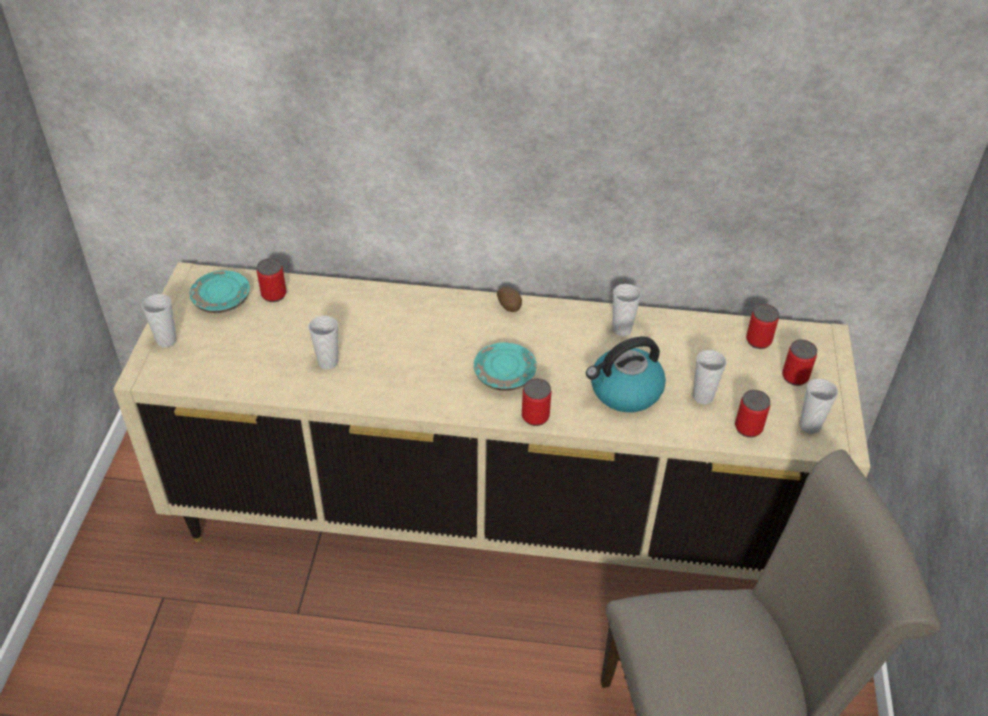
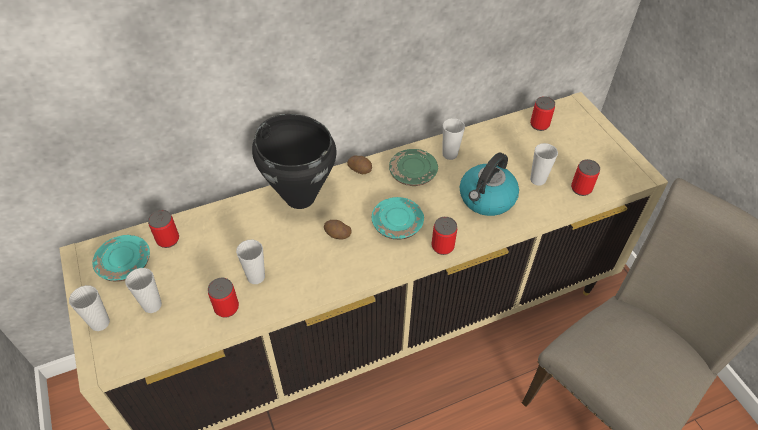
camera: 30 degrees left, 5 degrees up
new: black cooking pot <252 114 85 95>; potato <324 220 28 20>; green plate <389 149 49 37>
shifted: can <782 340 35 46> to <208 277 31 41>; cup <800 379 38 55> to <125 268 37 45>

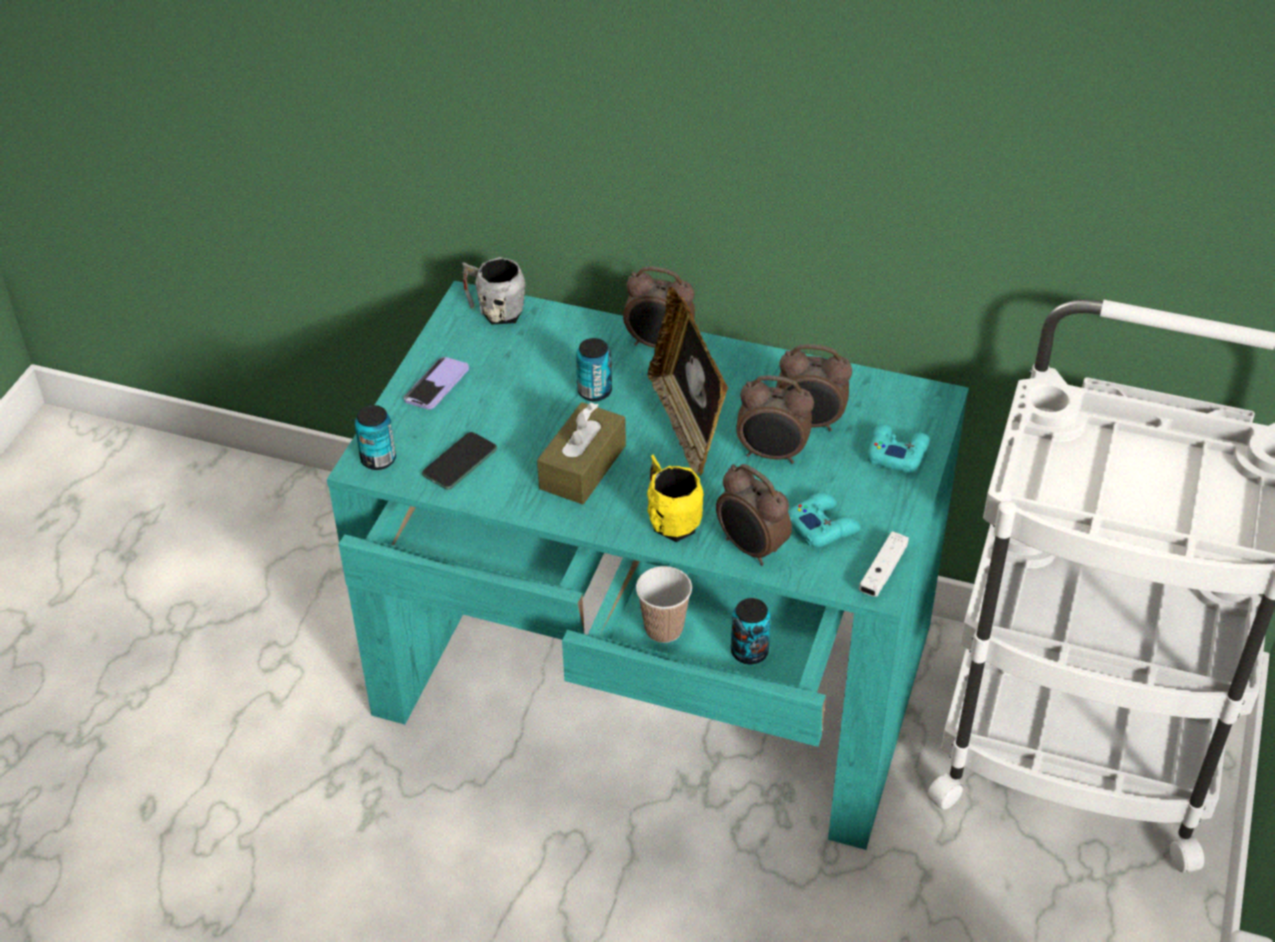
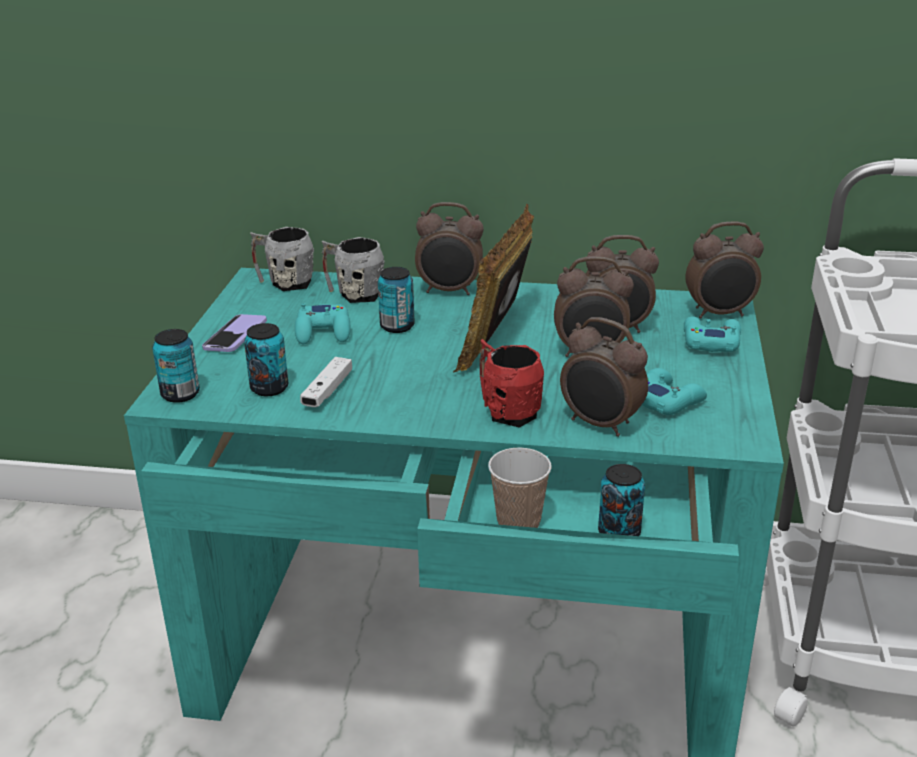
camera: 10 degrees left, 15 degrees down
gone: brown tissue box <537 402 89 102>
new: turquoise game controller <295 303 55 41>; grey mug <322 237 63 66>; alarm clock <685 222 79 97>
shifted: white game controller <859 531 50 66> to <300 357 52 50>
swapped: phone <422 432 75 58> to can <244 323 44 73>
repainted: yellow mug <647 455 57 87> to red mug <480 339 64 89>
rotated: picture frame <647 287 81 189> = <453 203 81 170> 45 degrees clockwise

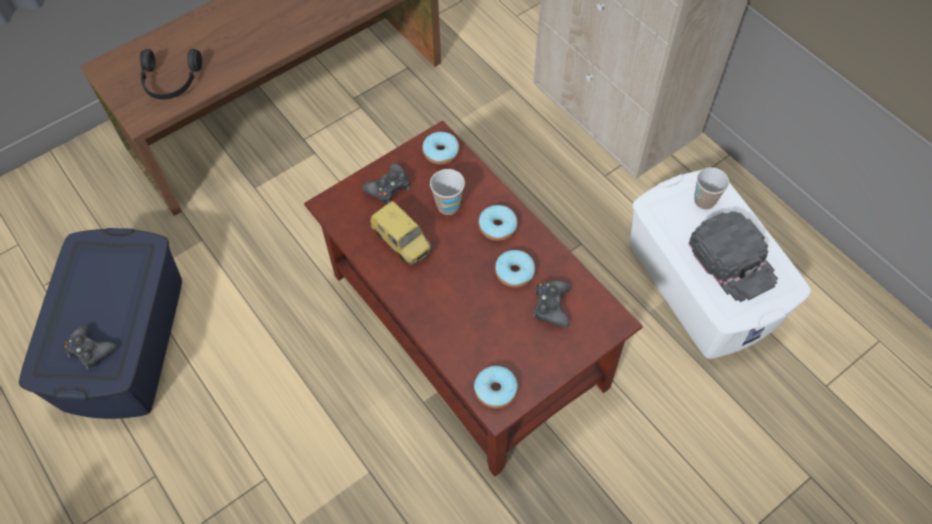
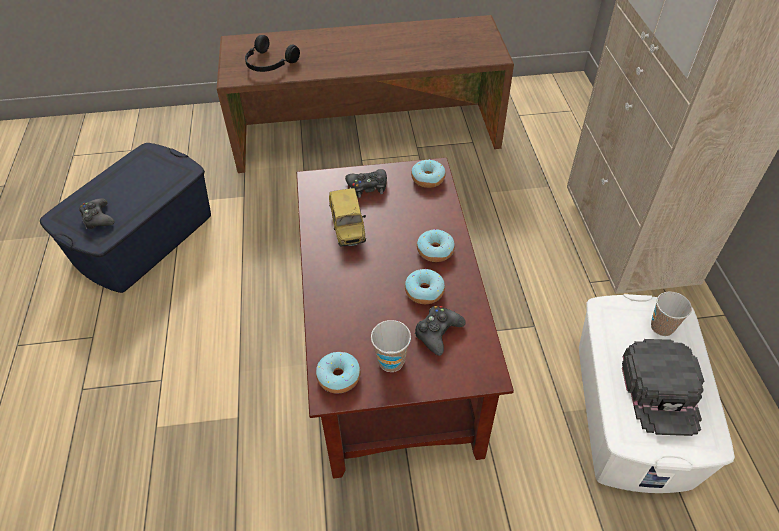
camera: 30 degrees right, 10 degrees down
shifted: cup <430 169 35 46> to <371 320 40 52>

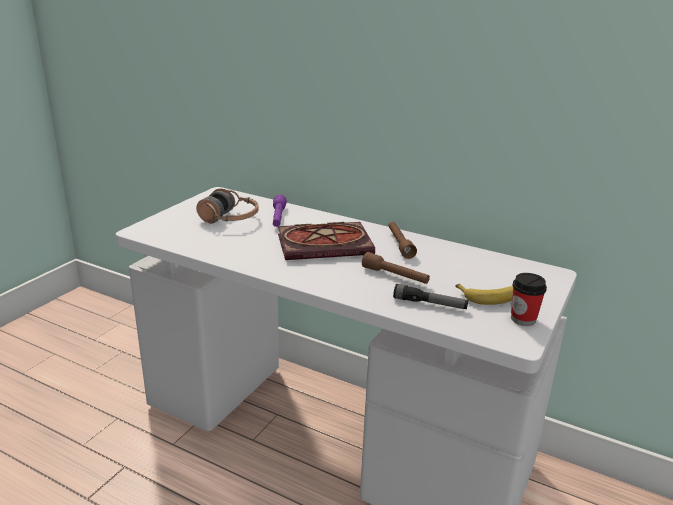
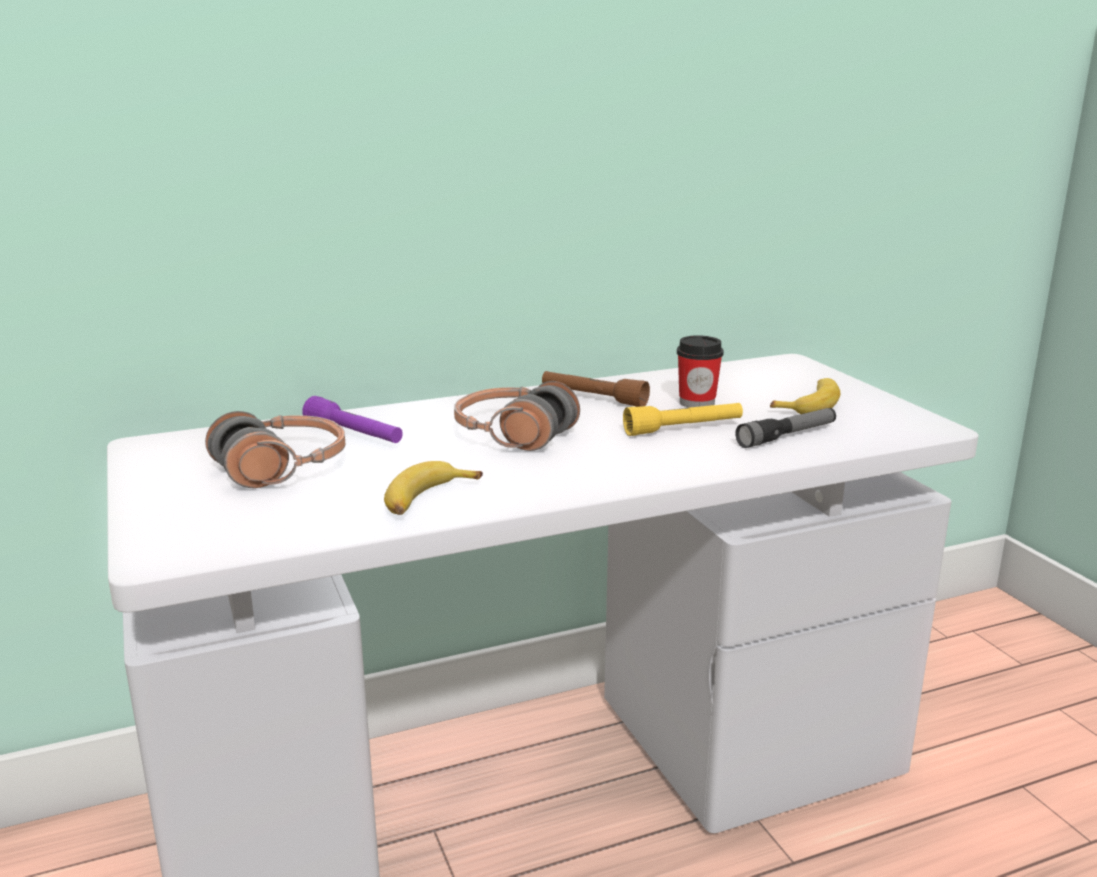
camera: 50 degrees left, 5 degrees down
new: banana <384 461 99 54>
shifted: cup <511 273 36 53> to <677 335 47 73>
swapped: book <278 222 97 38> to headphones <454 381 126 70>
repainted: brown flashlight <362 252 68 32> to yellow flashlight <623 403 120 33>

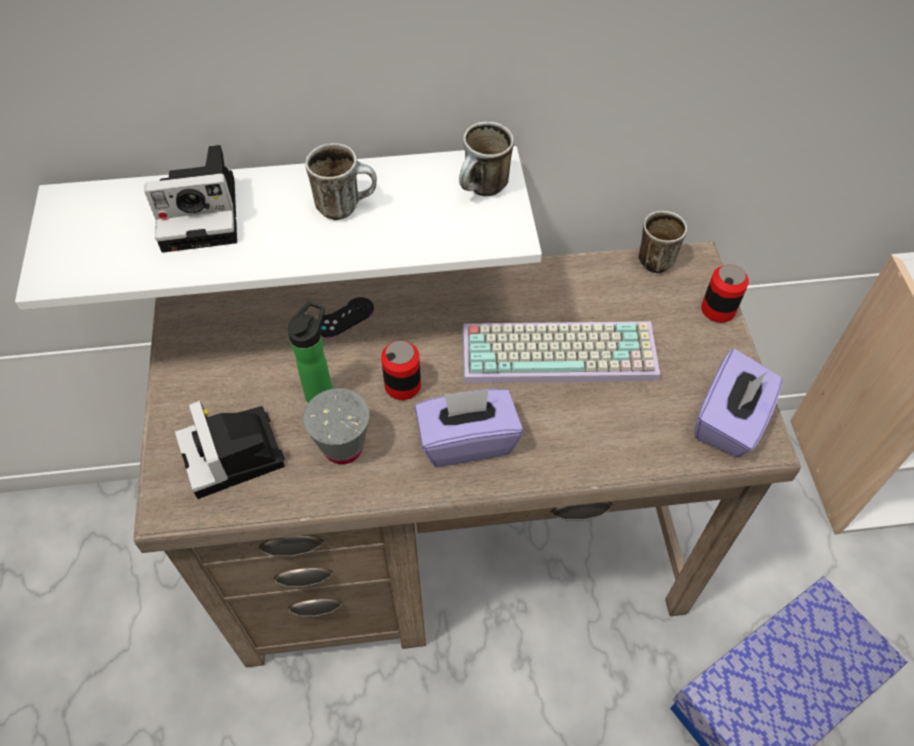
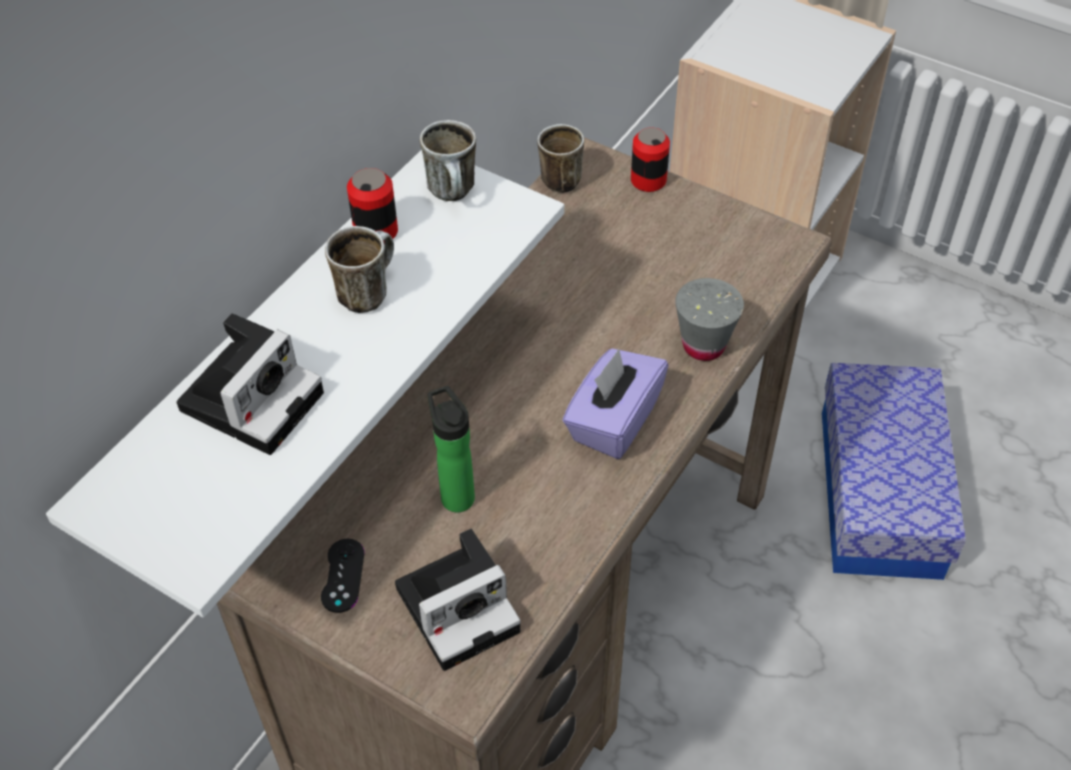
camera: 50 degrees left, 5 degrees down
gone: keyboard <462 321 198 62>; purple tissue box <694 349 89 108>
shifted: grey cup <303 388 67 76> to <675 278 69 83>; black game controller <320 297 54 40> to <321 539 43 74>; can <381 341 40 59> to <347 168 51 77>
rotated: photo camera <175 400 110 99> = <395 529 126 142> 45 degrees counterclockwise

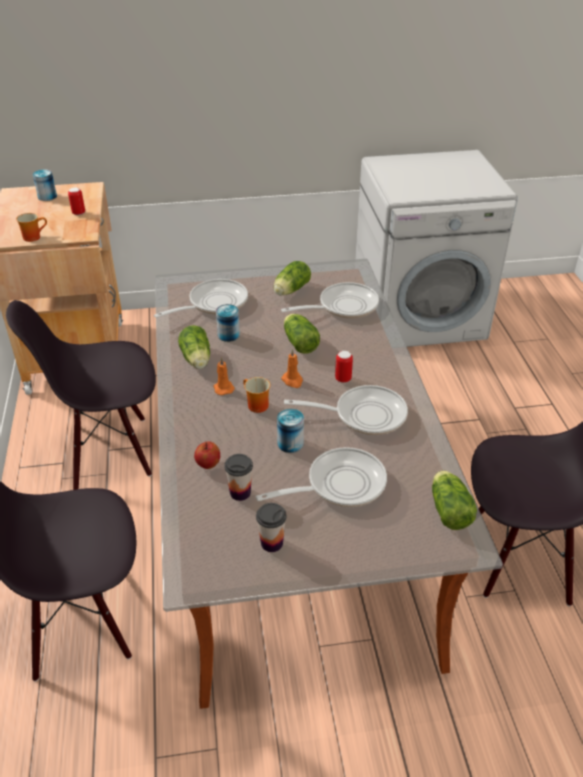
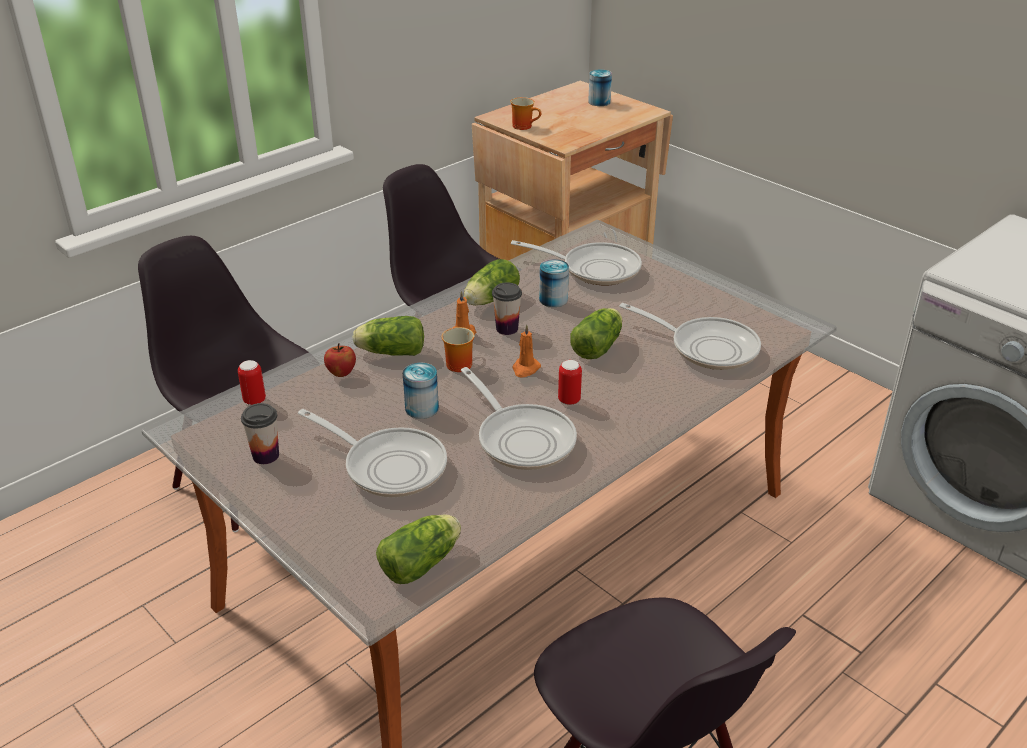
camera: 55 degrees right, 5 degrees down
shifted: can <68 188 17 27> to <238 360 28 45>; cup <224 454 29 47> to <492 282 30 53>; lettuce <273 261 38 35> to <352 316 72 40>

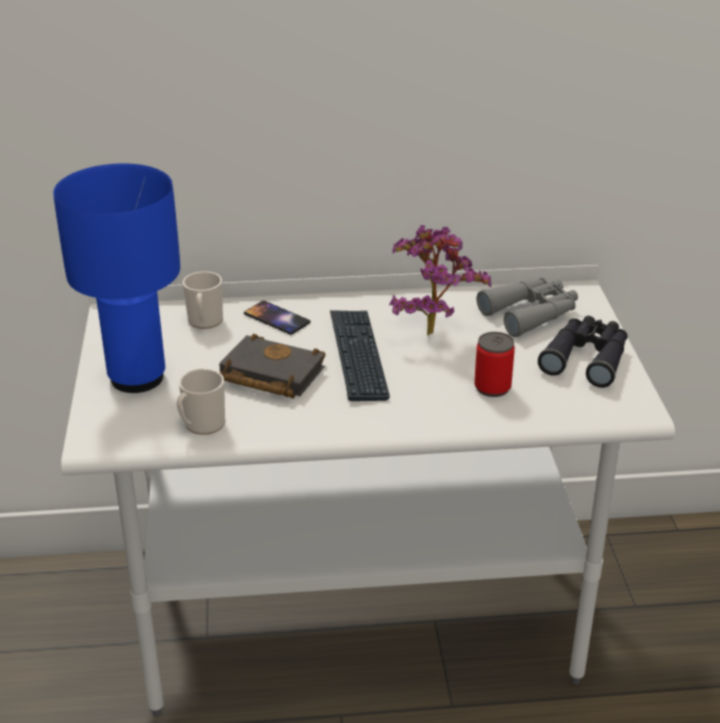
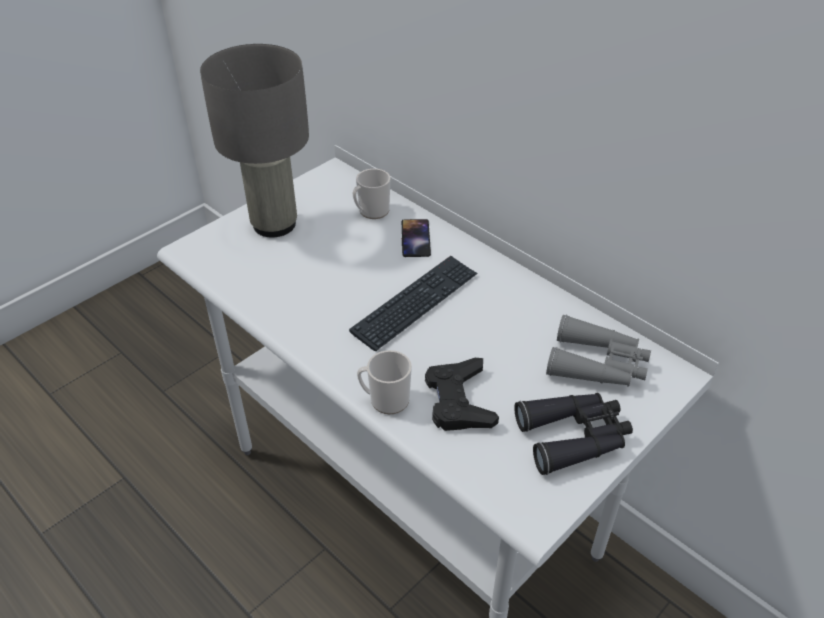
camera: 50 degrees right, 10 degrees up
gone: black book <219 334 106 64>; potted plant <389 225 103 110>
shifted: mug <177 369 48 66> to <357 350 55 64>
swapped: can <474 332 41 65> to black game controller <425 358 74 73>
repainted: blue table lamp <53 163 127 230> to grey table lamp <200 44 109 194>

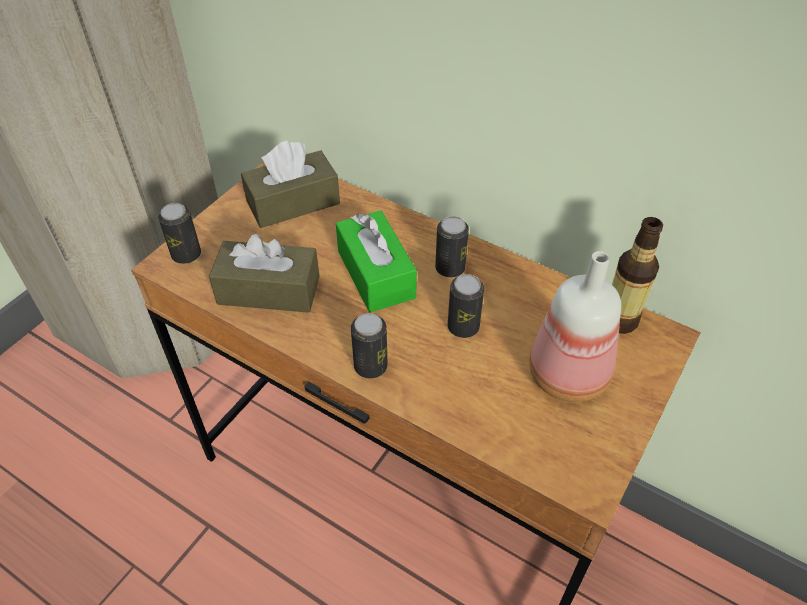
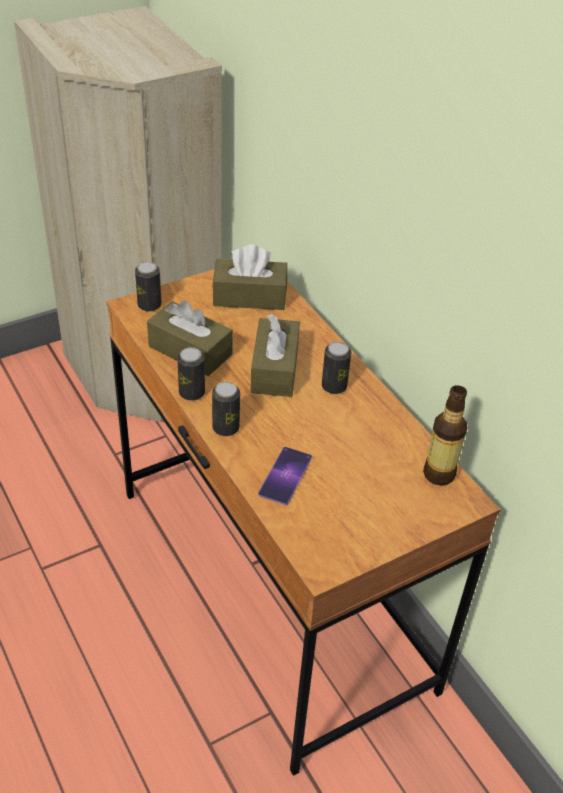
camera: 25 degrees right, 5 degrees down
gone: bottle <529 251 92 151>
new: phone <258 447 54 58>
shifted: can <448 274 36 64> to <177 347 28 54>
repainted: green tissue box <336 210 81 103> to brown tissue box <250 314 50 83>

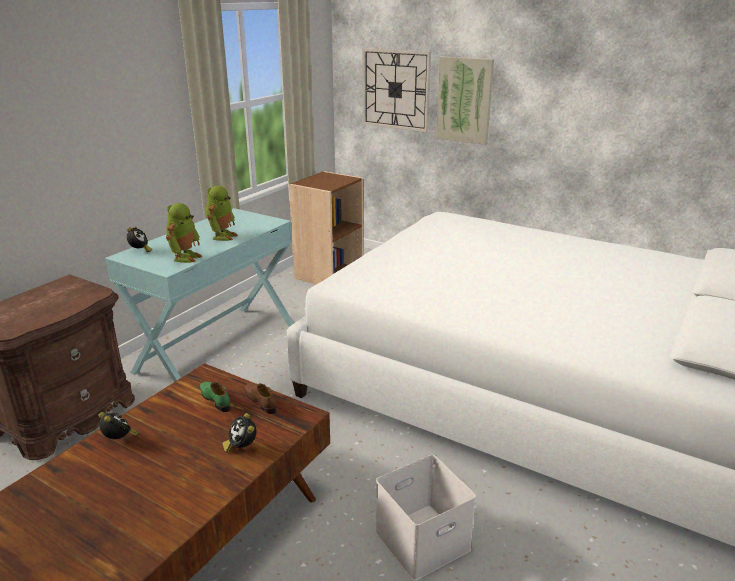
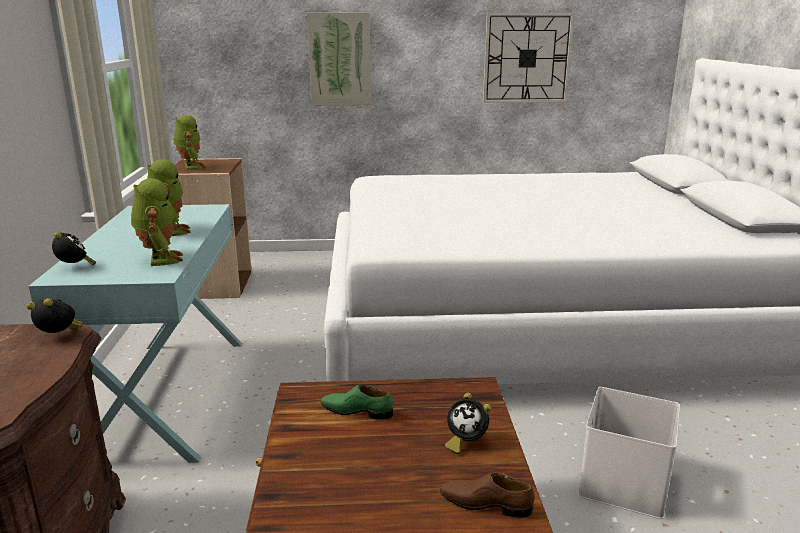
camera: 35 degrees left, 5 degrees down
new: toy robot <174 115 32 55>
shifted: alarm clock <99 412 40 27> to <26 298 57 35>; brown shoe <245 383 31 31> to <440 473 95 45>; wall clock <363 48 68 84> to <483 13 92 90>

